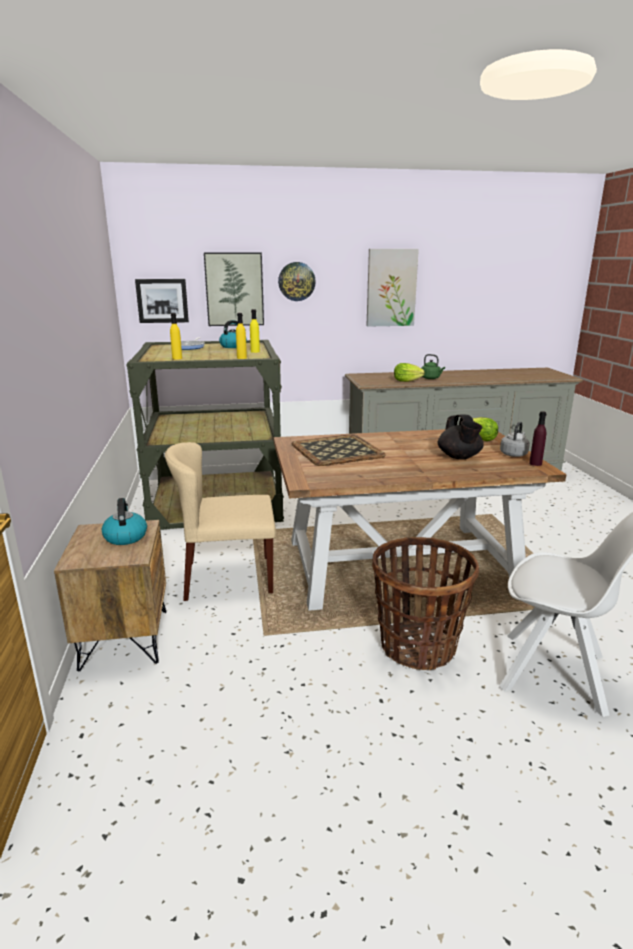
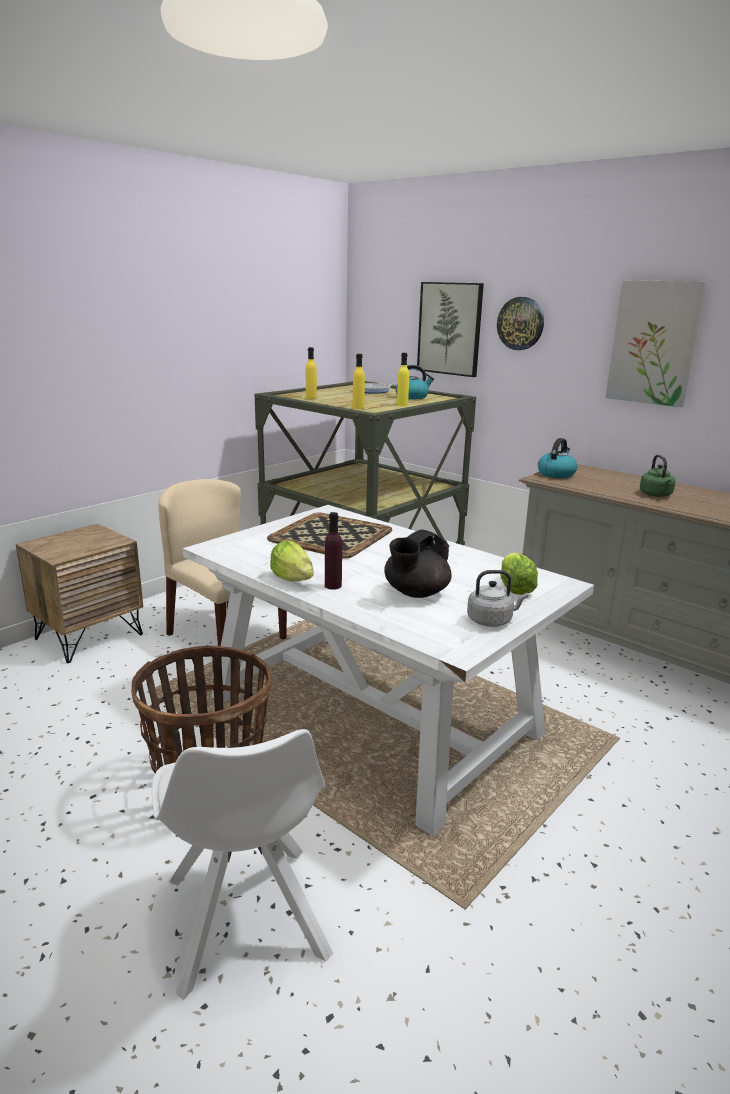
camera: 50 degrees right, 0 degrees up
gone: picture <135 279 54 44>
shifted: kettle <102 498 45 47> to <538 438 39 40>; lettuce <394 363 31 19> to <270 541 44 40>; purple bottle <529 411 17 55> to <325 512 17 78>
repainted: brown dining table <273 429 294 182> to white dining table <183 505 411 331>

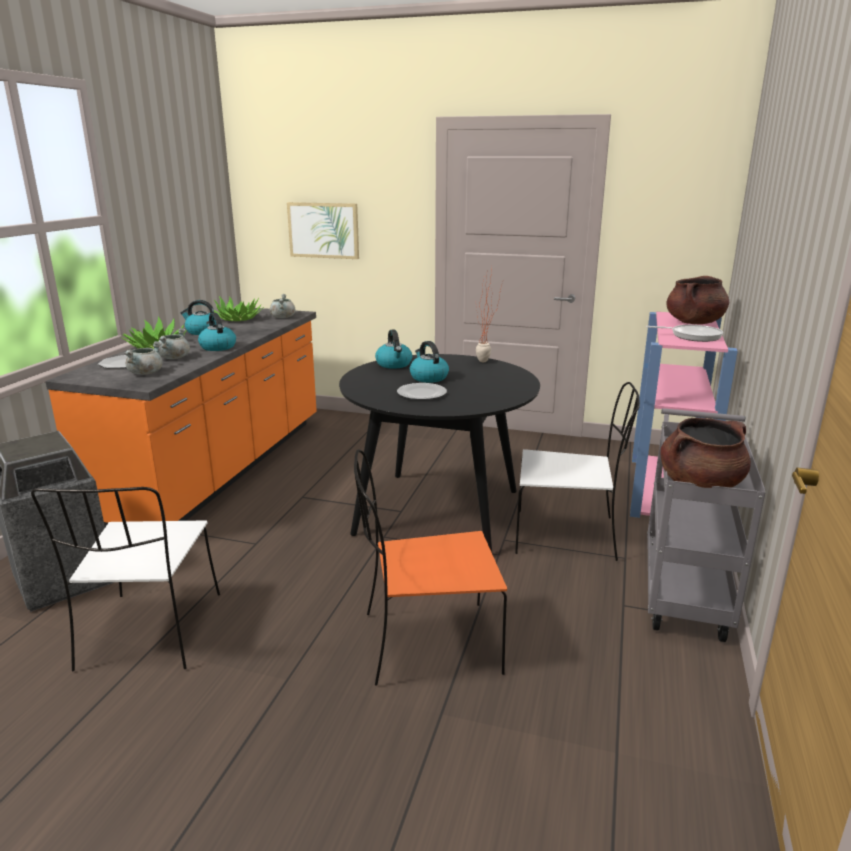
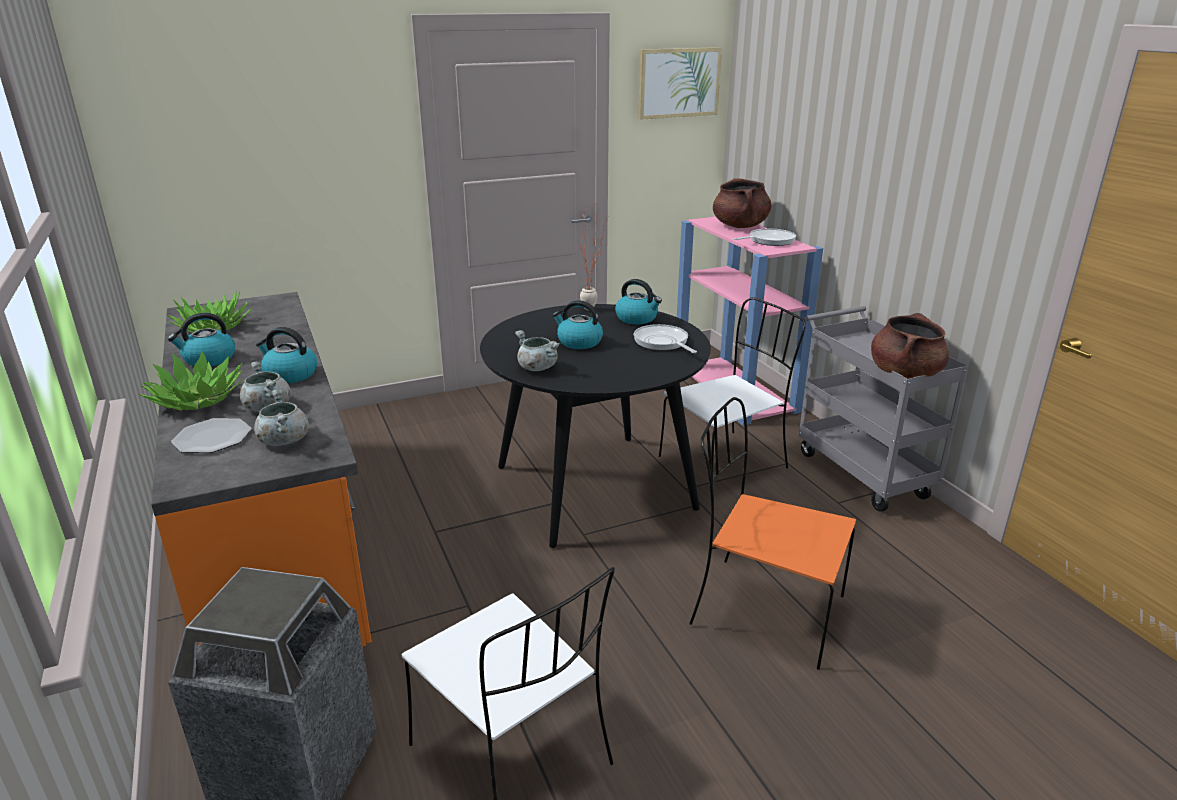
camera: 40 degrees left, 5 degrees up
gone: plate <397 383 50 17>
new: frying pan <633 324 64 29>
shifted: grey cooking pot <270 294 26 24> to <515 330 45 41>; picture <287 202 72 57> to <638 47 84 73>; kettle <375 329 37 40> to <615 279 47 45>
rotated: orange chair <354 449 153 237> = <689 397 167 273> 75 degrees clockwise

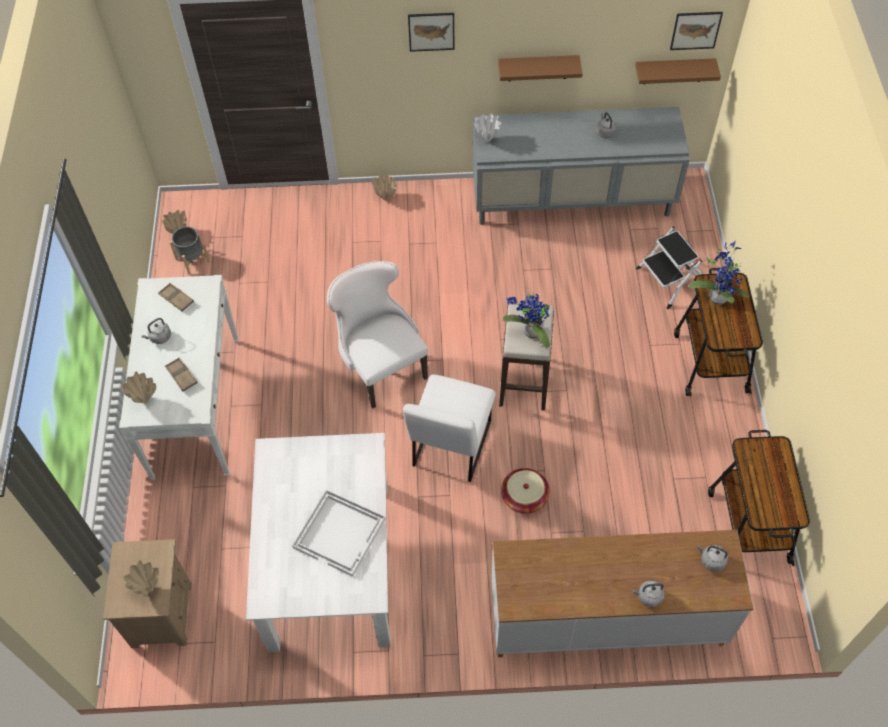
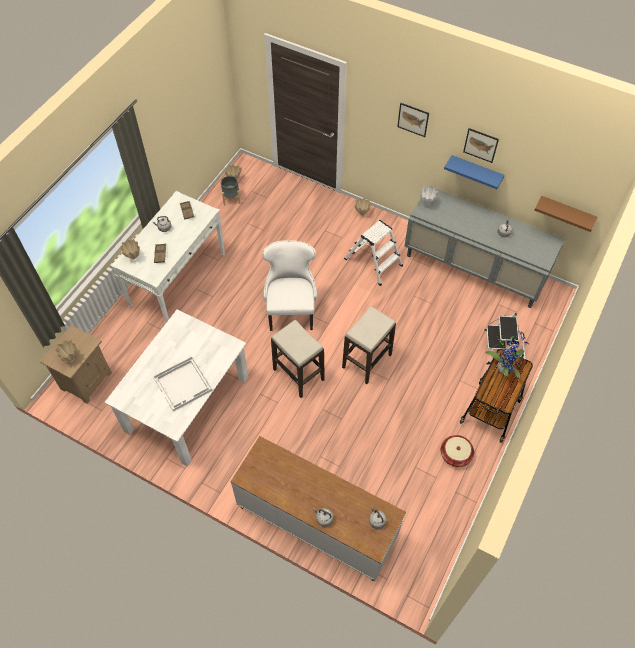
camera: 30 degrees right, 0 degrees up
gone: potted plant <502 291 48 57>; cart <708 430 102 136>
new: white step ladder <344 220 59 66>
shifted: basket <501 468 49 46> to <441 435 33 32>; picture <670 12 53 38> to <463 128 36 35>
swapped: white chair <403 374 93 108> to stool <271 320 54 78>
repainted: brown shelf <498 55 84 26> to blue shelf <444 155 61 34>

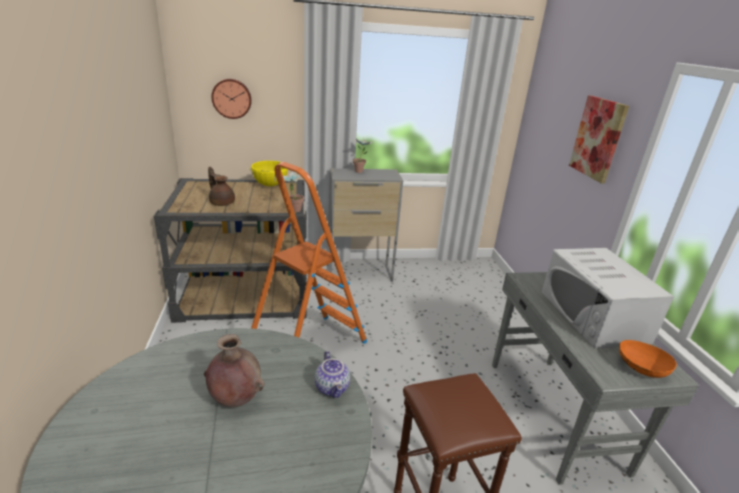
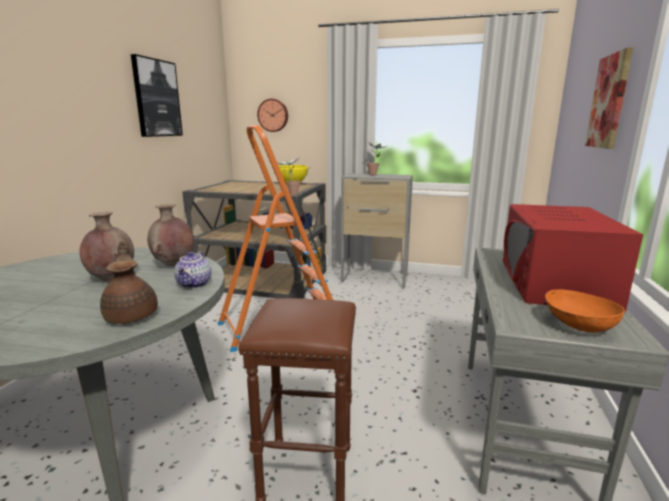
camera: 25 degrees right, 10 degrees down
new: picture <131 54 52 83>; brown vase <147 204 47 62>
shifted: brown teapot <208 167 27 39> to <100 241 58 83>
repainted: white microwave <542 248 132 100> to red microwave <503 204 140 108>

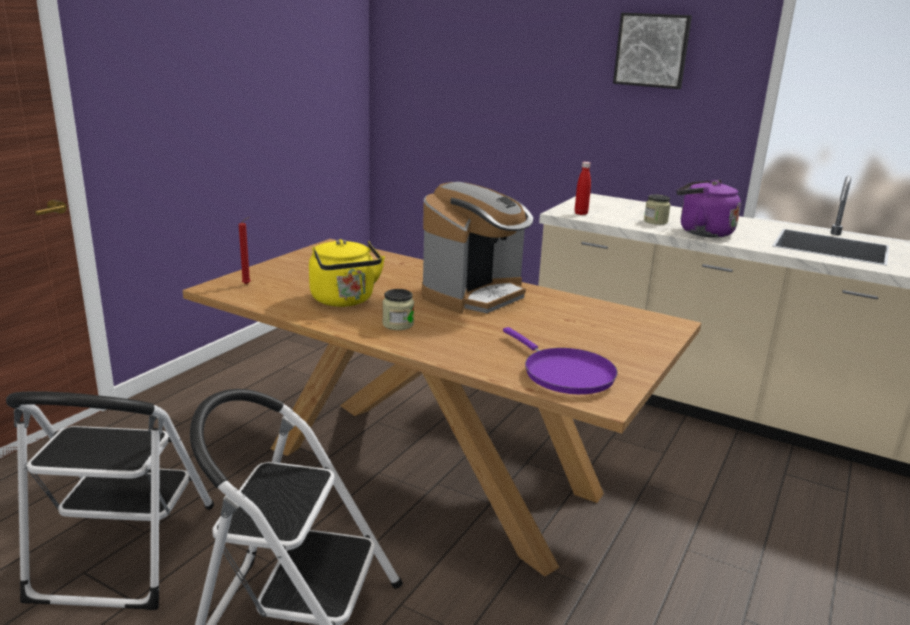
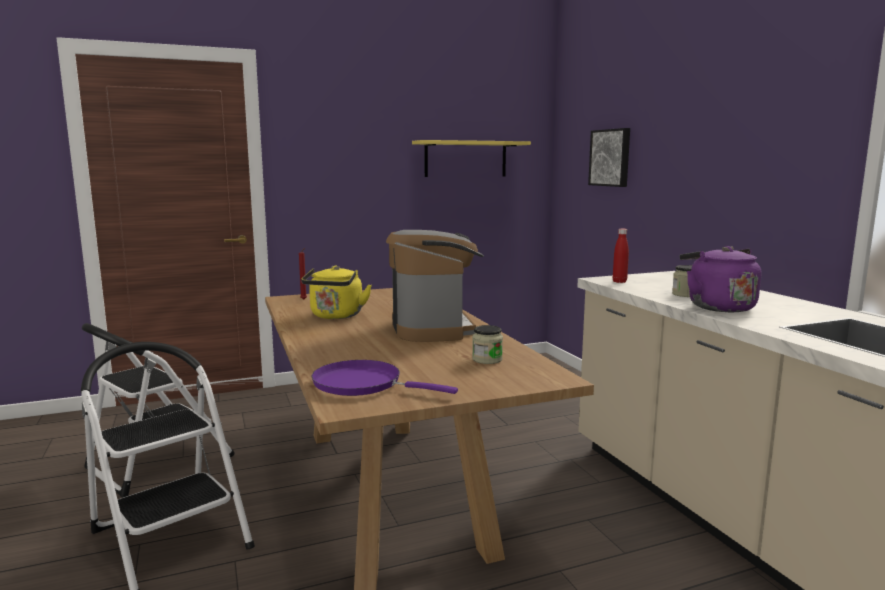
camera: 40 degrees right, 10 degrees down
new: yellow shelf <412 140 119 37>
shifted: jar <382 289 32 41> to <472 325 31 39>; picture <613 13 79 76> to <588 128 42 59>
rotated: coffee machine <422 182 111 131> = <386 230 98 112> 90 degrees counterclockwise; purple frying pan <503 327 115 67> = <312 360 146 36> 105 degrees clockwise

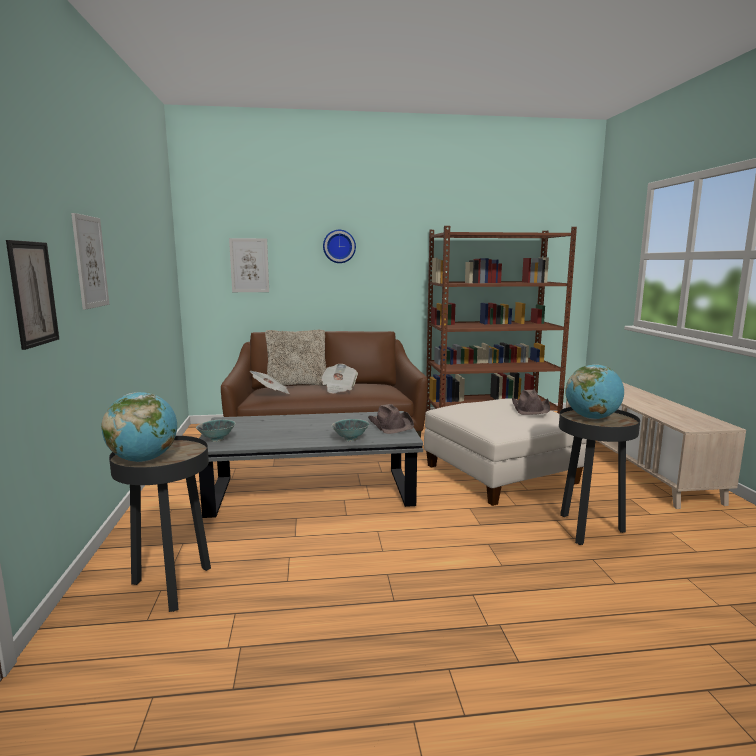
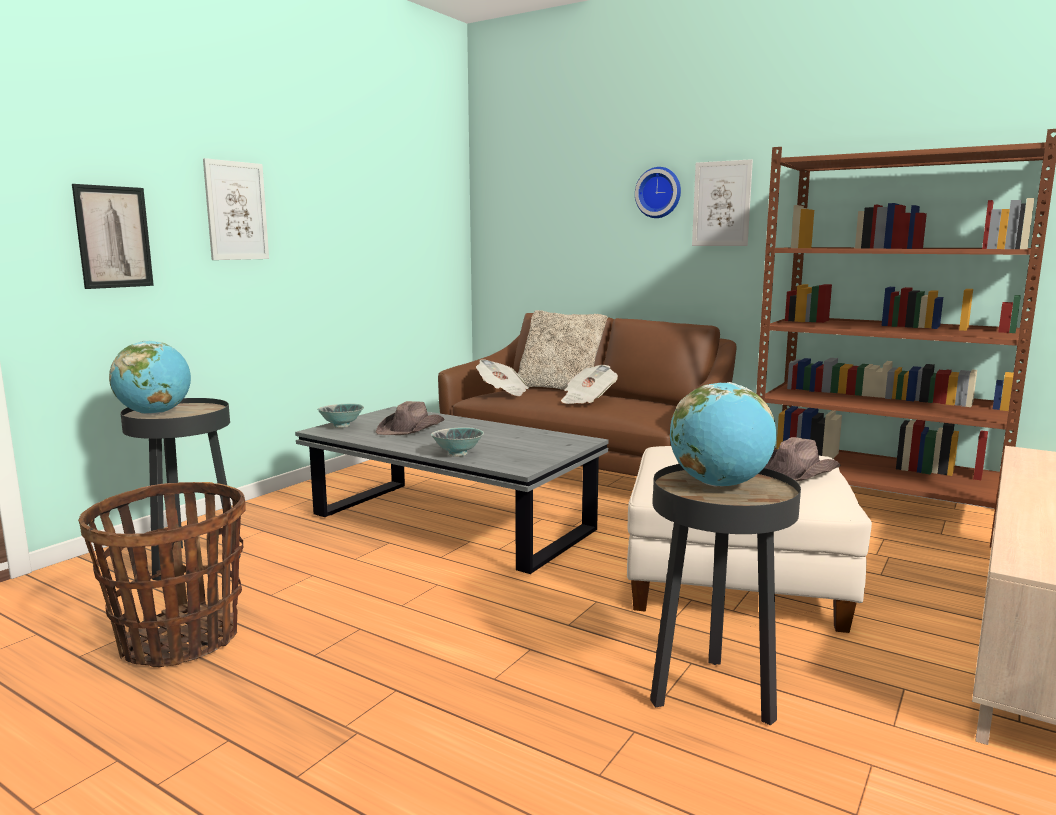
camera: 40 degrees right, 0 degrees up
new: basket <78 482 167 185>
shifted: picture <229 238 40 54> to <692 159 61 87>; brown hat <368 404 46 30> to <376 401 69 34>

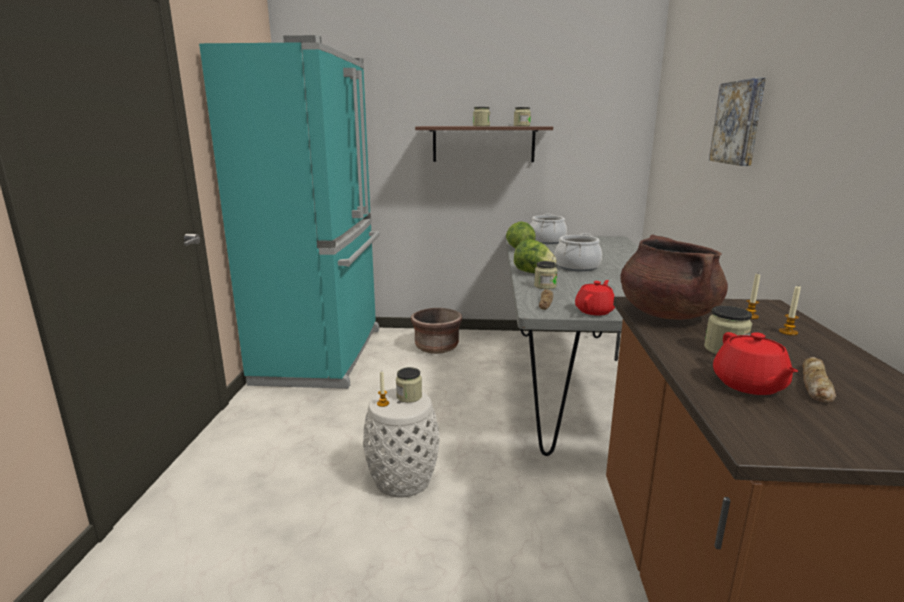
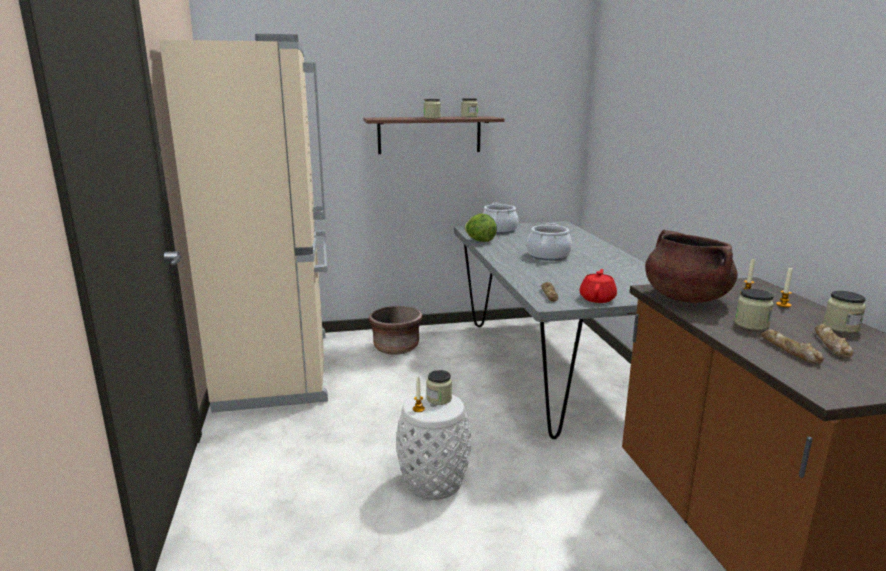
camera: 15 degrees left, 0 degrees up
gone: lettuce <514 239 42 34>; picture <709 78 57 88>
shifted: jar <534 261 24 28> to <823 291 43 42>
swapped: red teapot <713 332 85 63> to bread <761 329 63 35>
repainted: turquoise fridge <199 35 181 354> to beige fridge <159 34 169 379>

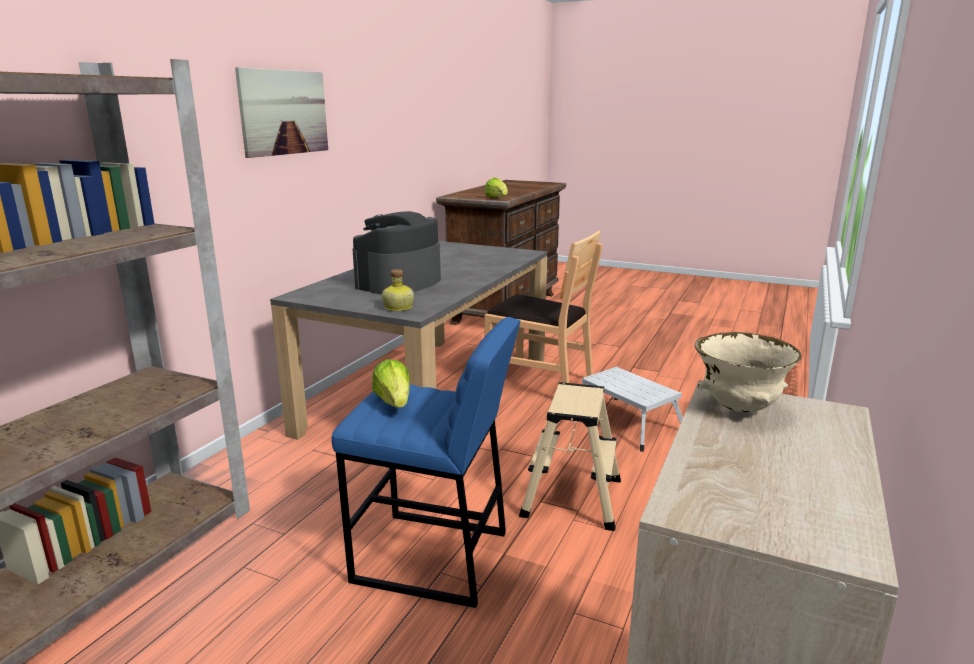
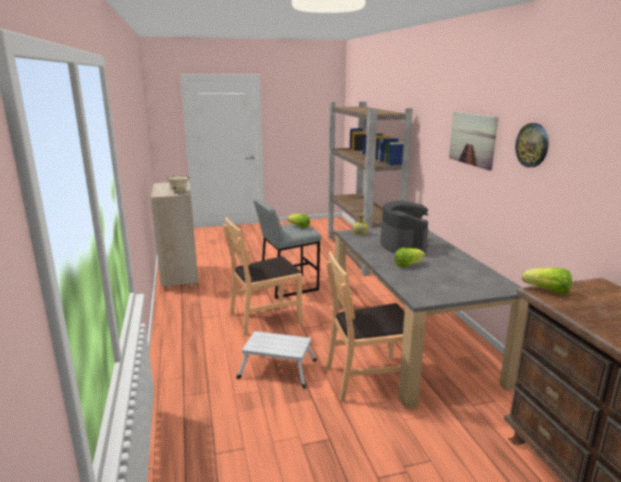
camera: 140 degrees right, 0 degrees up
new: lettuce <395 248 30 19>; wall clock <515 123 34 44>
swapped: beige step ladder <519 382 102 149> to brown chair <223 217 79 118>
repainted: blue stool <332 317 188 291> to grey stool <254 199 67 100>

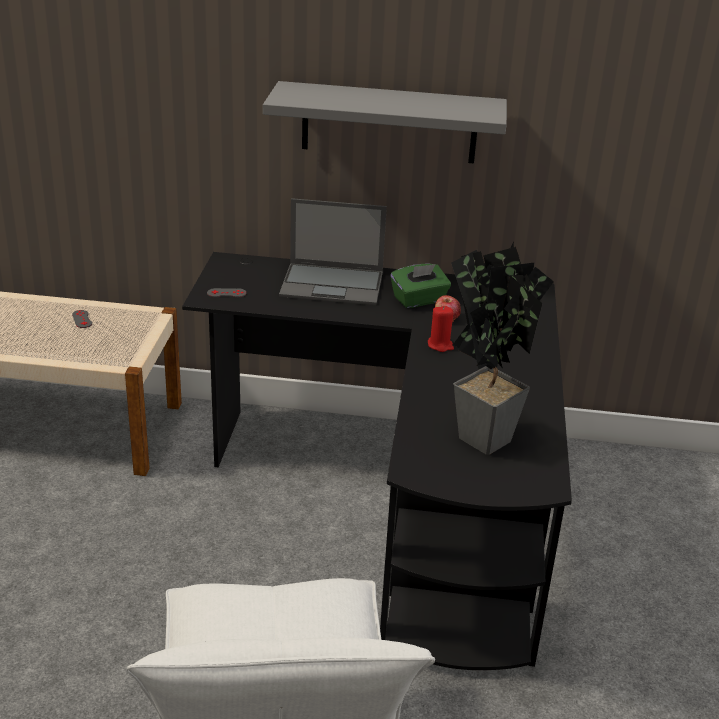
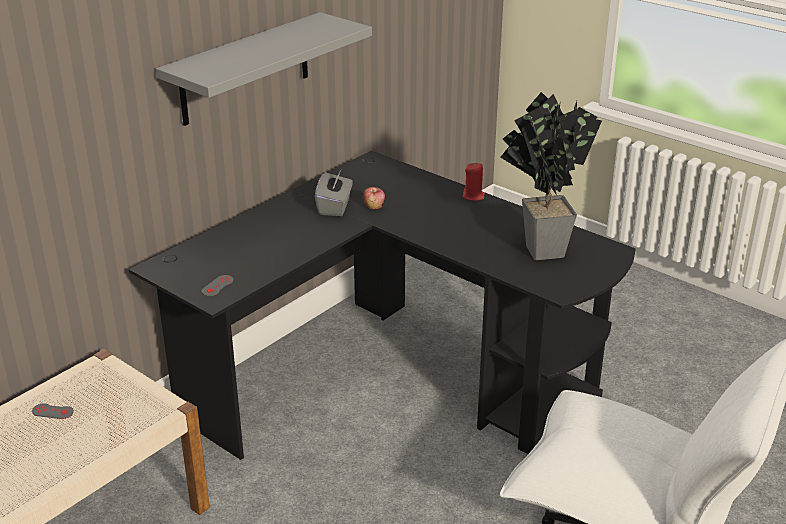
camera: 55 degrees left, 0 degrees up
gone: laptop <279 198 108 107>
shifted: red candle <428 306 26 46> to <462 163 23 38>
repainted: green tissue box <390 263 61 45> to grey tissue box <315 170 38 46>

